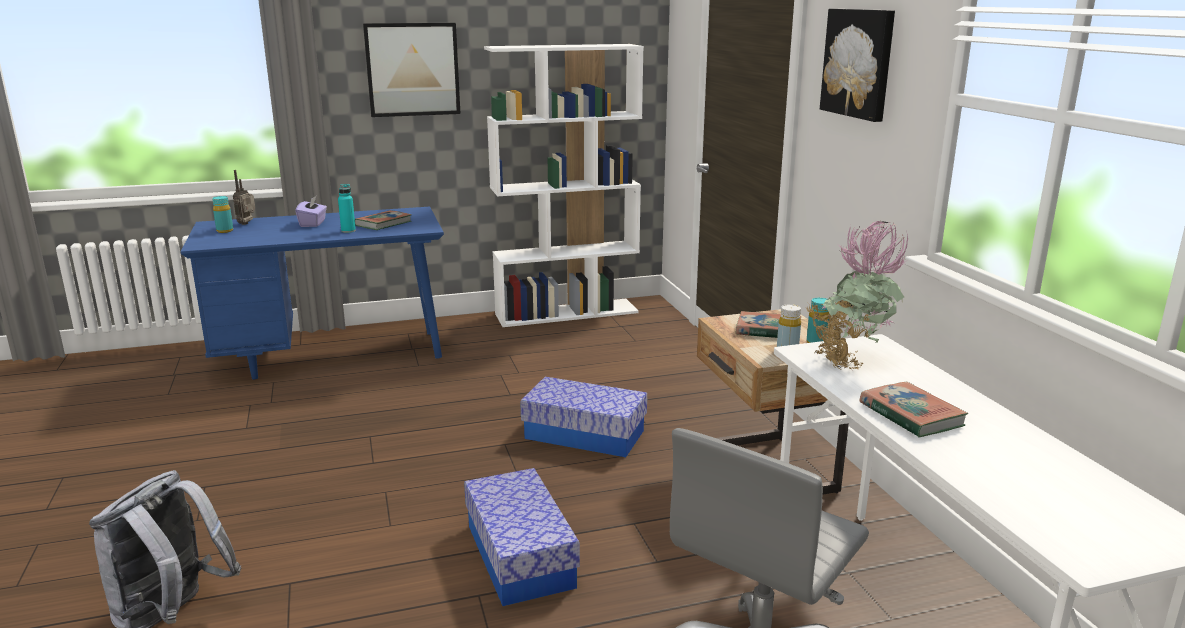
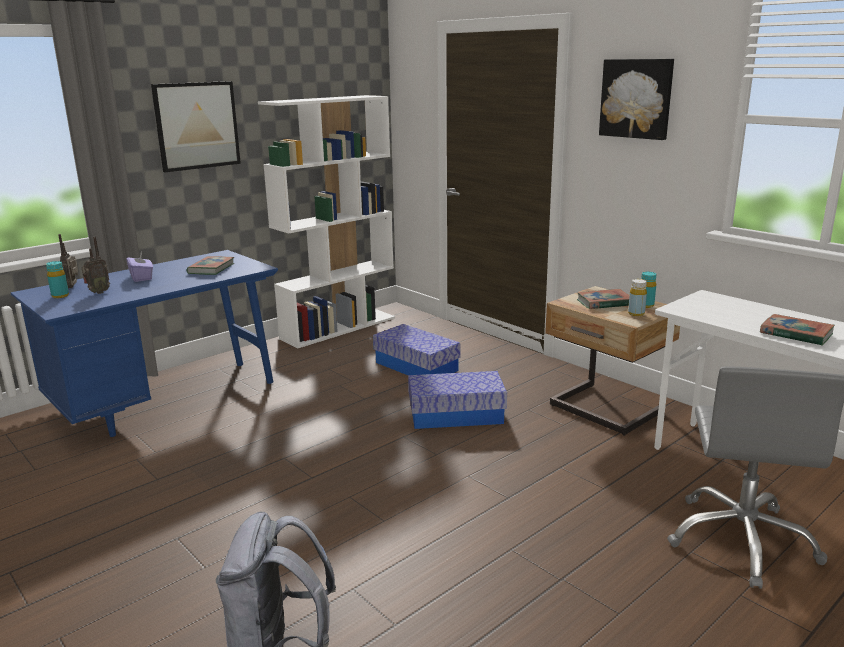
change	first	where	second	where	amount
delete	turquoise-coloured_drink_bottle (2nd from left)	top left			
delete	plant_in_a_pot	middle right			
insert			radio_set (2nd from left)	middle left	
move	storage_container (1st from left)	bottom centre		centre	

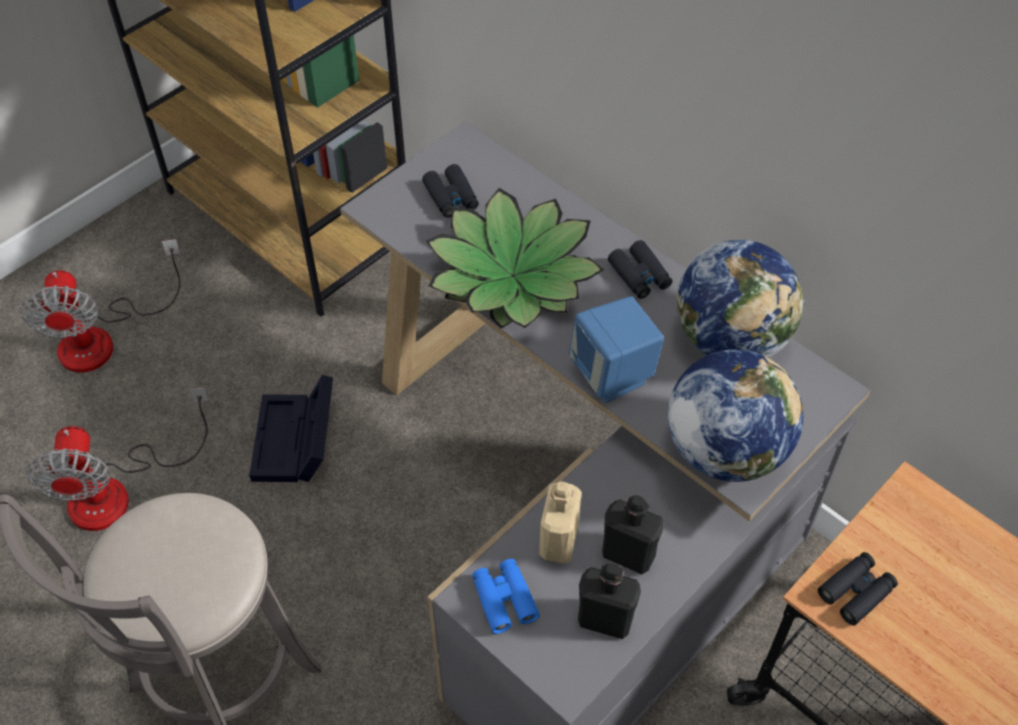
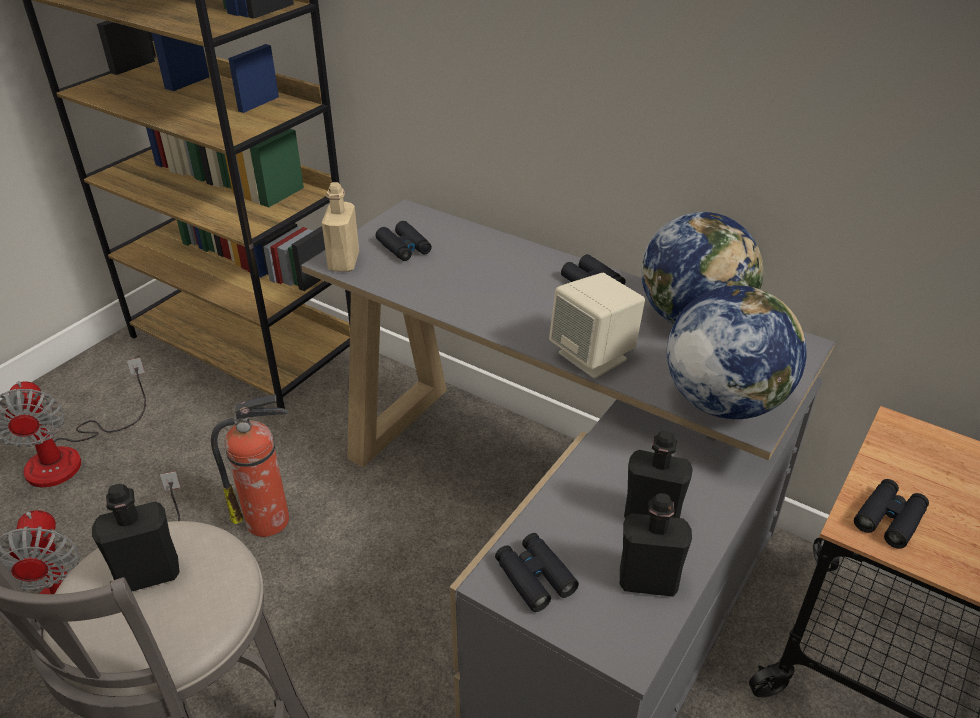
change	first	where	second	where	amount
delete	plant_in_a_pot	centre			
insert			black-coloured_drink_bottle (1st from left)	bottom left	
move	beige-coloured_drink_bottle	bottom centre		top centre	
replace	black-coloured_storage_container	middle left	fire_extinguisher	middle left	
recolor	blue_field_glasses	bottom centre	black-coloured_field_glasses (2nd from left)	bottom centre	
recolor	blue_speaker	centre	beige-coloured_speaker	centre	

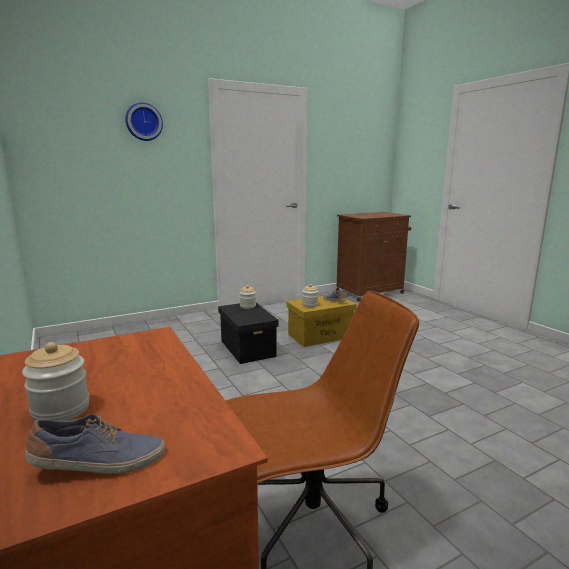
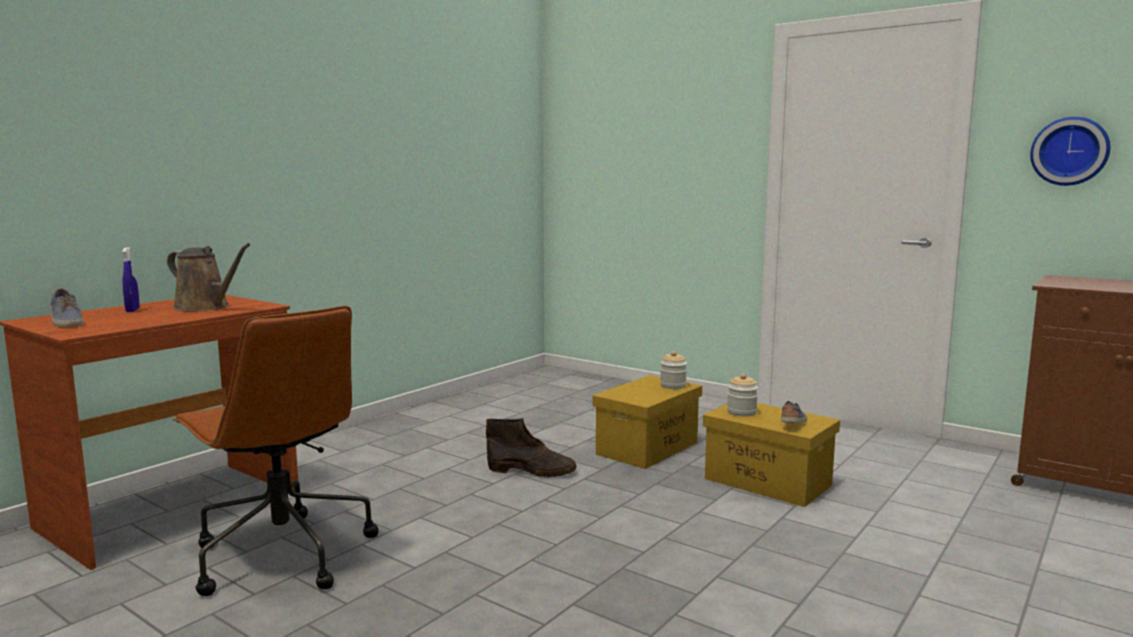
change	first	where	second	where	amount
insert			brownish_sprinkling_can	middle left	
insert			brownish_boot	bottom centre	
move	clock_on_the_wall	top left		top right	
replace	jar (1st from left)	bottom left	blue_sprayer	middle left	
recolor	black-coloured_storage_container	centre	yellow-coloured_storage_container (1st from left)	centre	

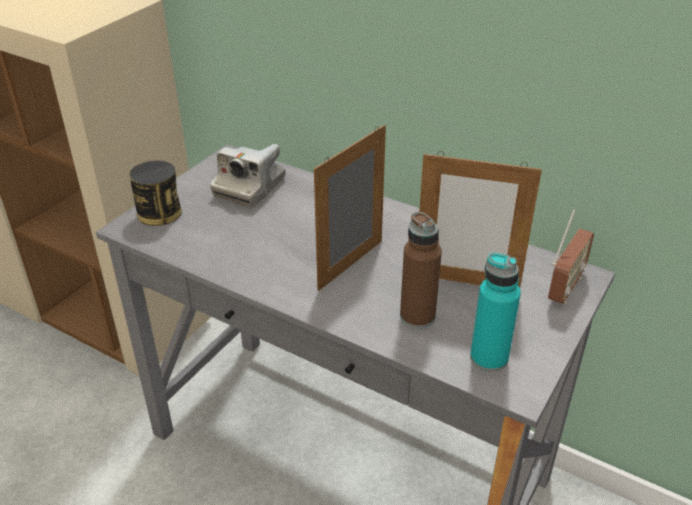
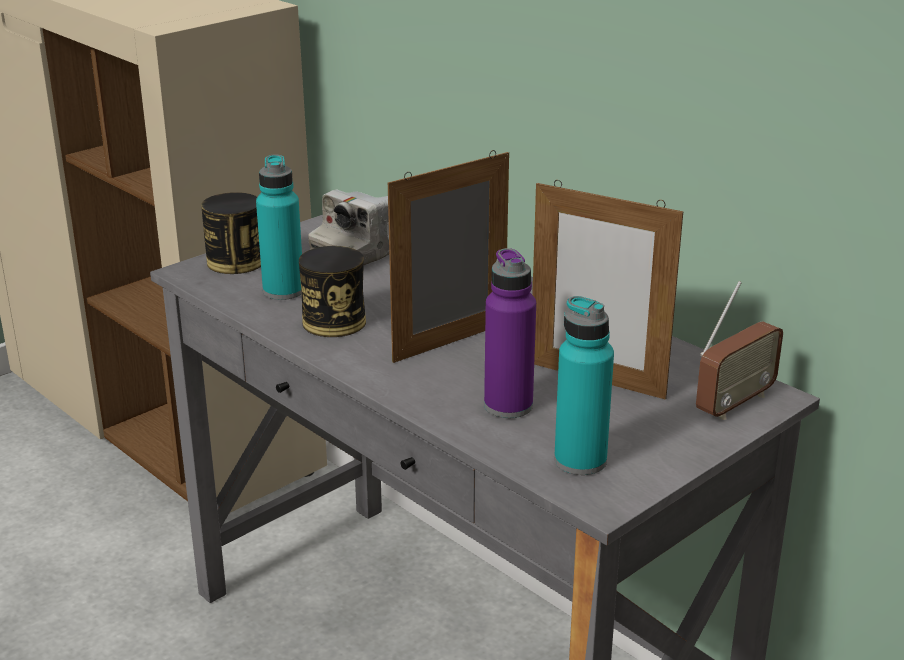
change	first	where	second	where	amount
insert			turquoise-coloured_drink_bottle (1st from left)	middle left	
insert			can (2nd from left)	centre	
recolor	brownish_drink_bottle	centre	purple_drink_bottle	centre	

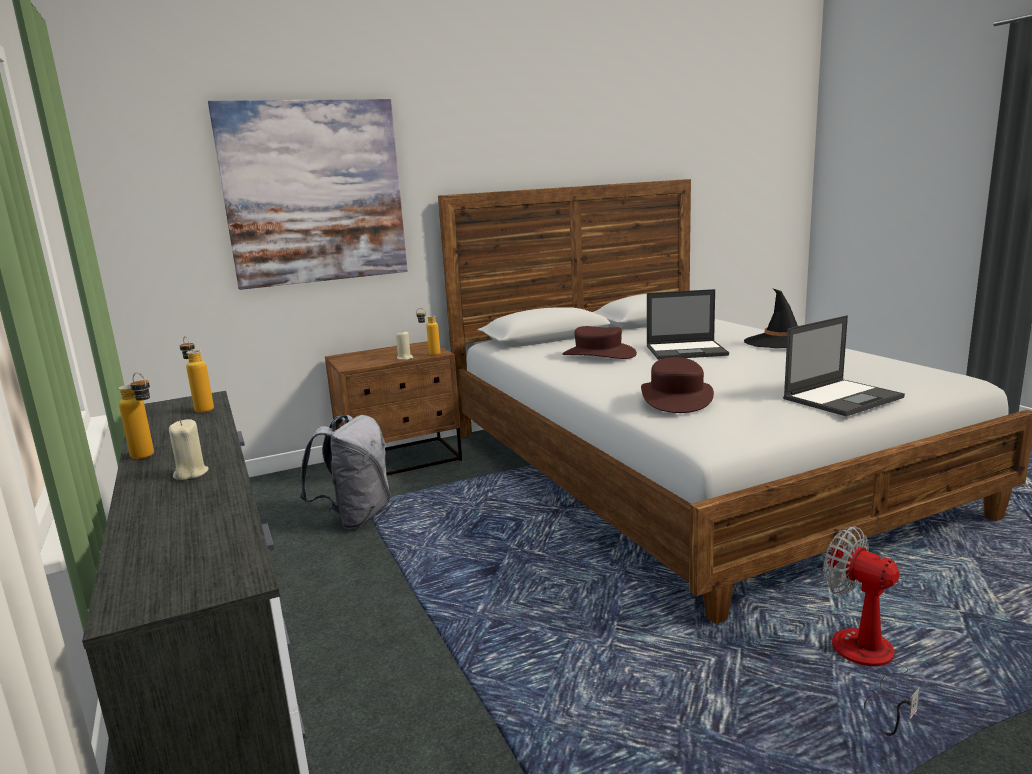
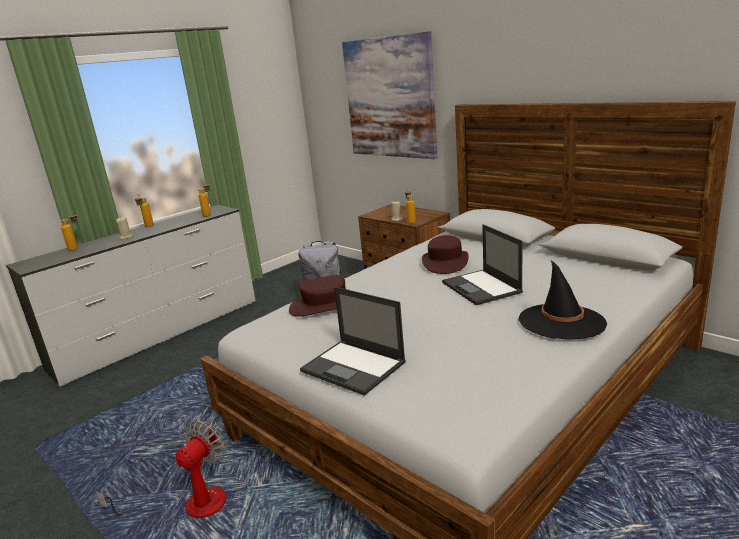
change	first	where	second	where	amount
insert			drink_bottle (1st from left)	middle left	

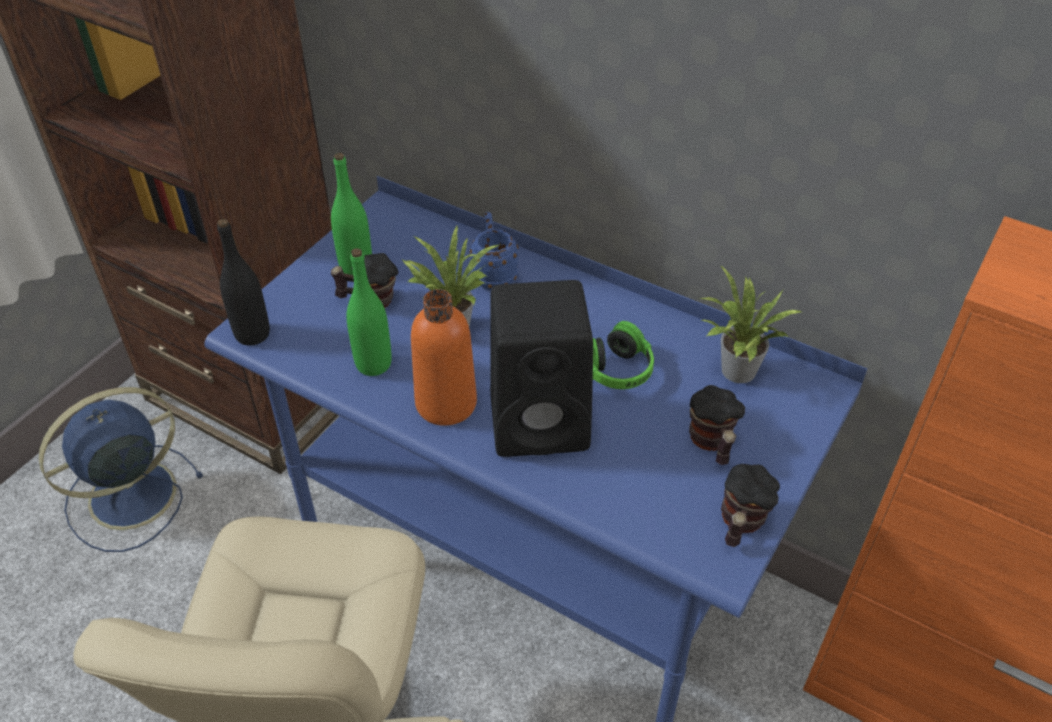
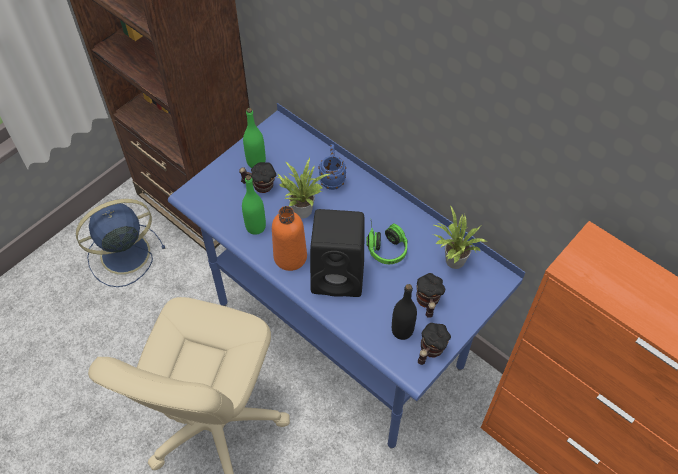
change	first	where	second	where	amount
move	black-coloured_drink_bottle	middle left		centre	

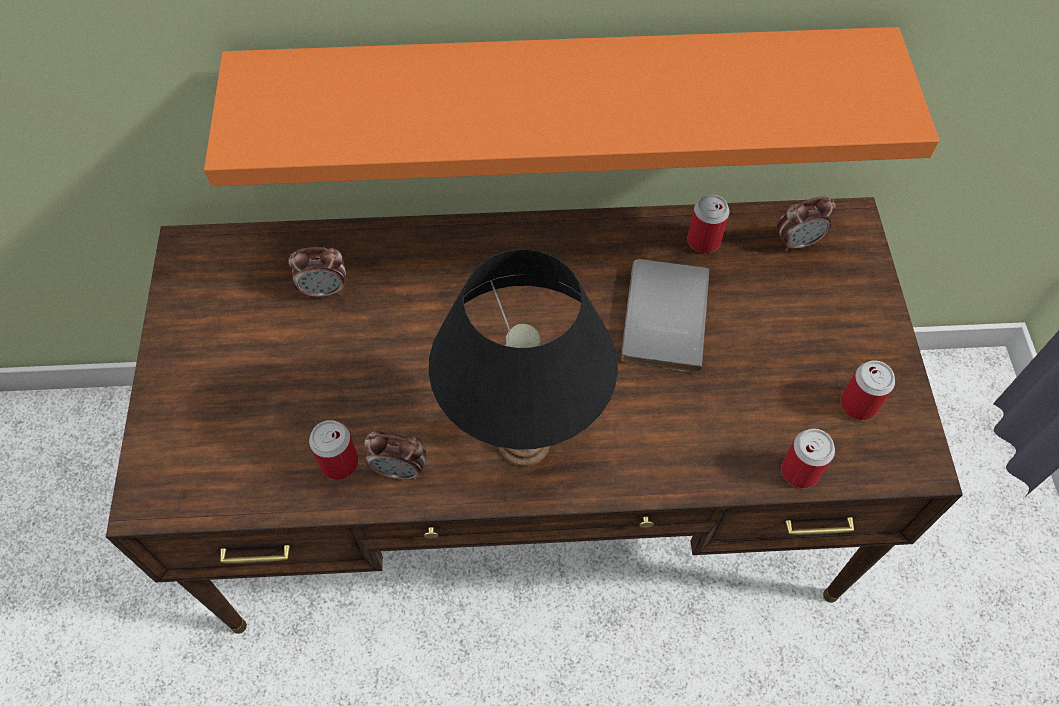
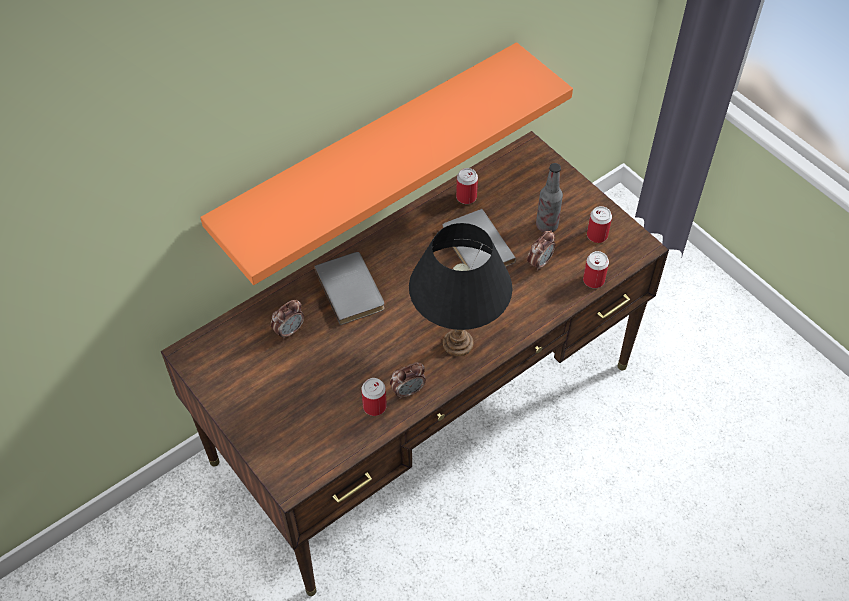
change	first	where	second	where	amount
insert			greyish_book (1st from left)	centre	
insert			drink_bottle	top centre	
move	table_clock (3rd from left)	top right		centre	

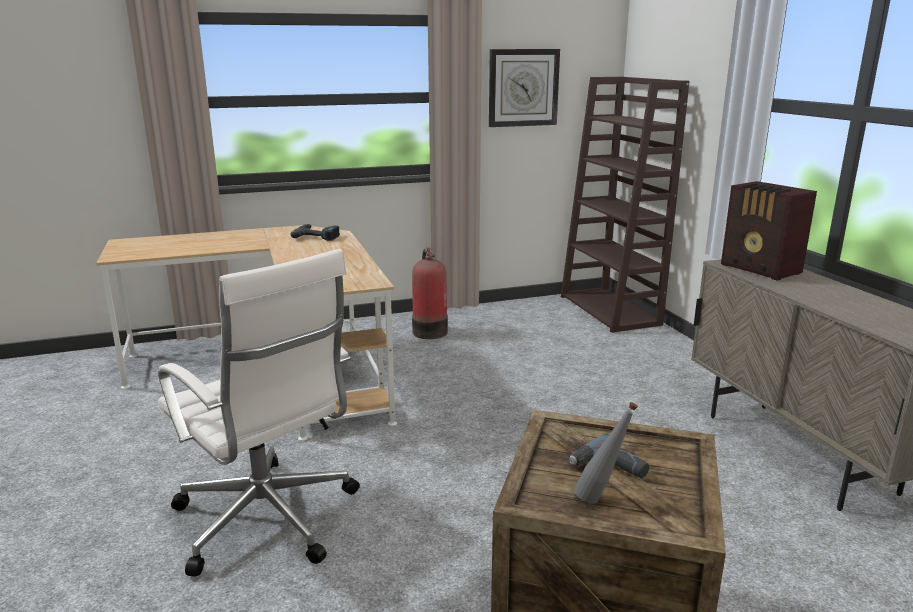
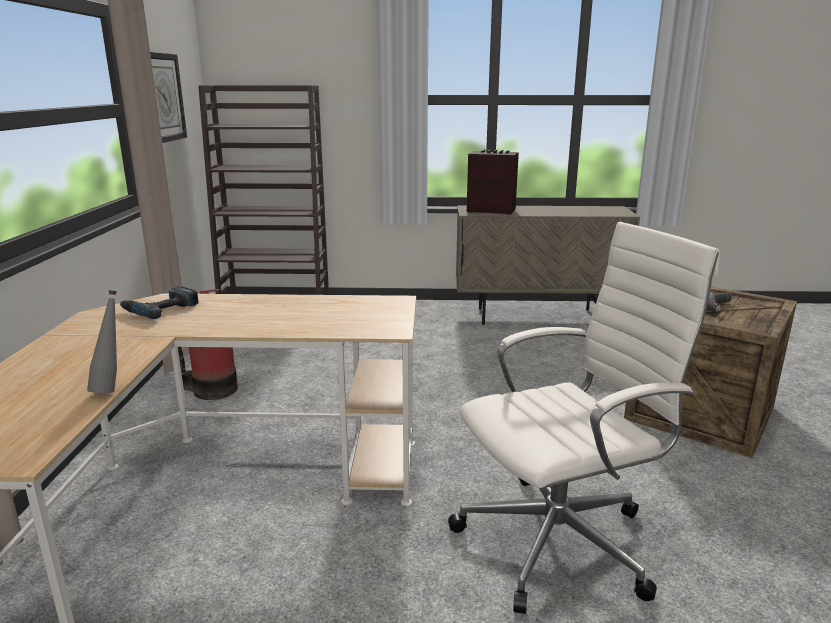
change	first	where	second	where	amount
move	greyish_drink_bottle	bottom centre		middle left	
rotate	radio_set	middle right		top centre	150 degrees counterclockwise

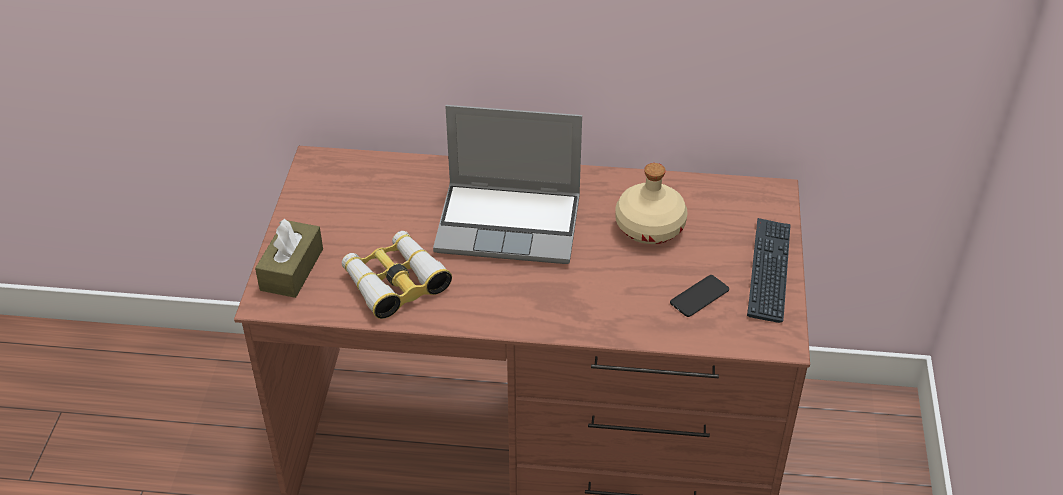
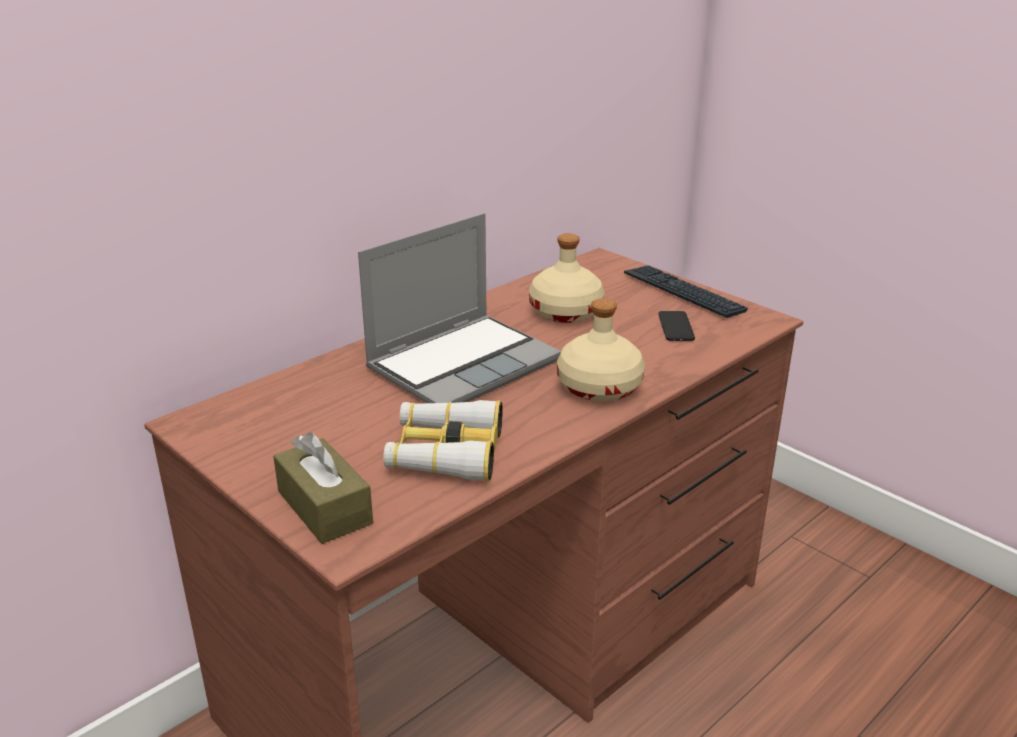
change	first	where	second	where	amount
insert			beige-coloured_drink_bottle (2nd from left)	centre	

